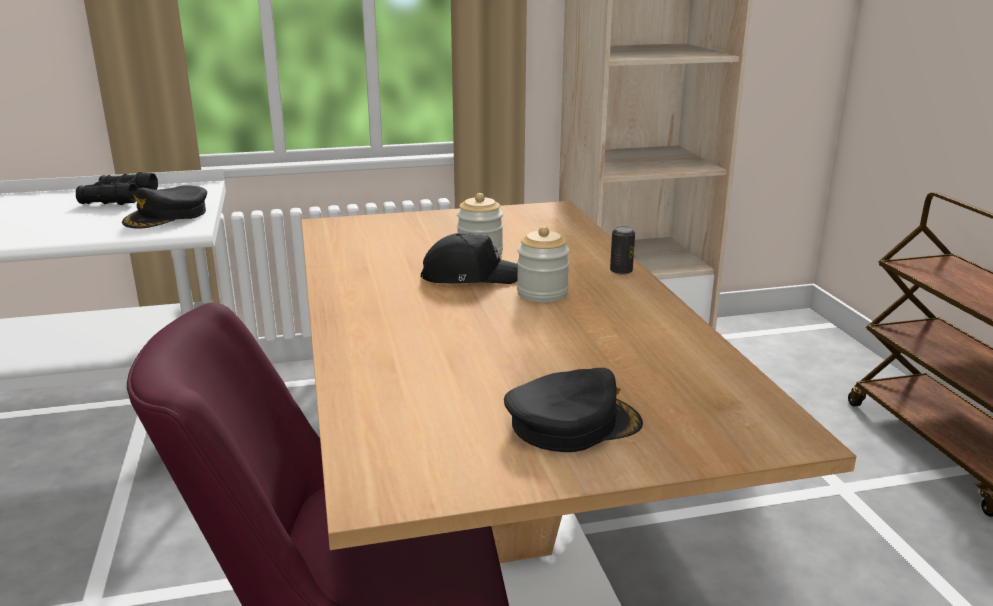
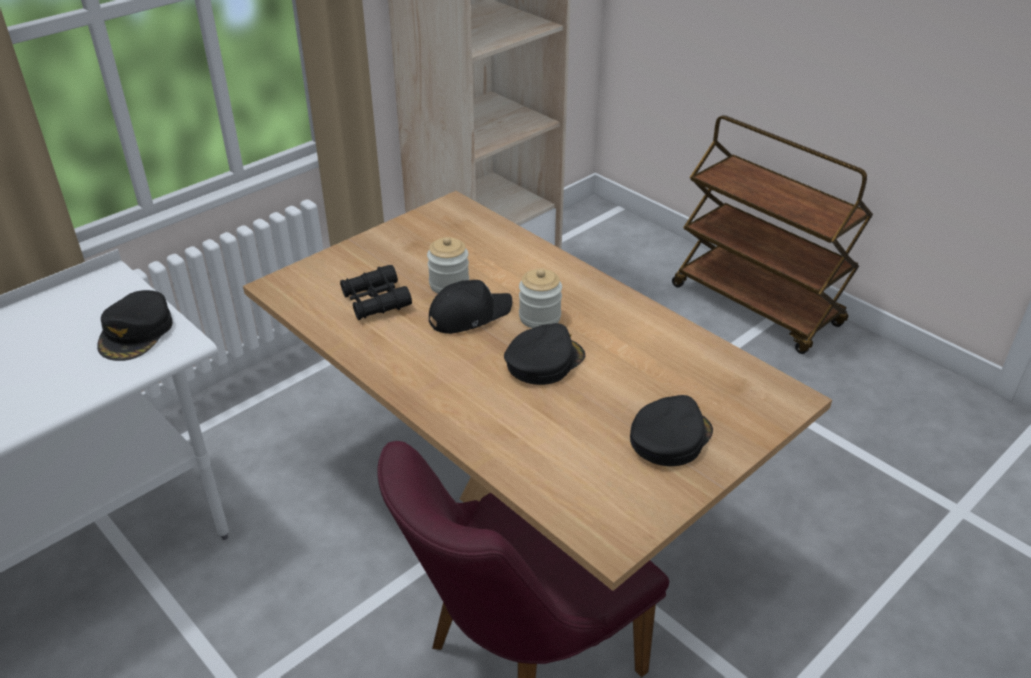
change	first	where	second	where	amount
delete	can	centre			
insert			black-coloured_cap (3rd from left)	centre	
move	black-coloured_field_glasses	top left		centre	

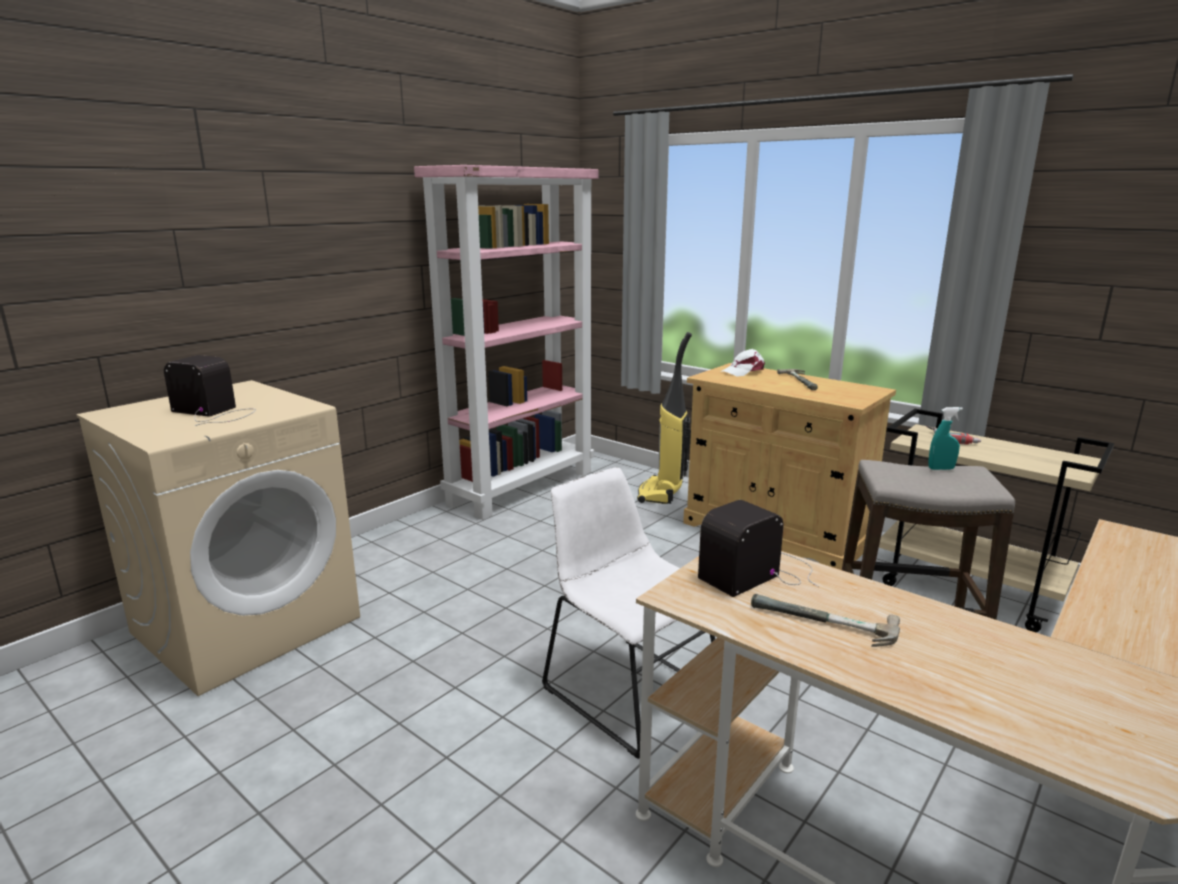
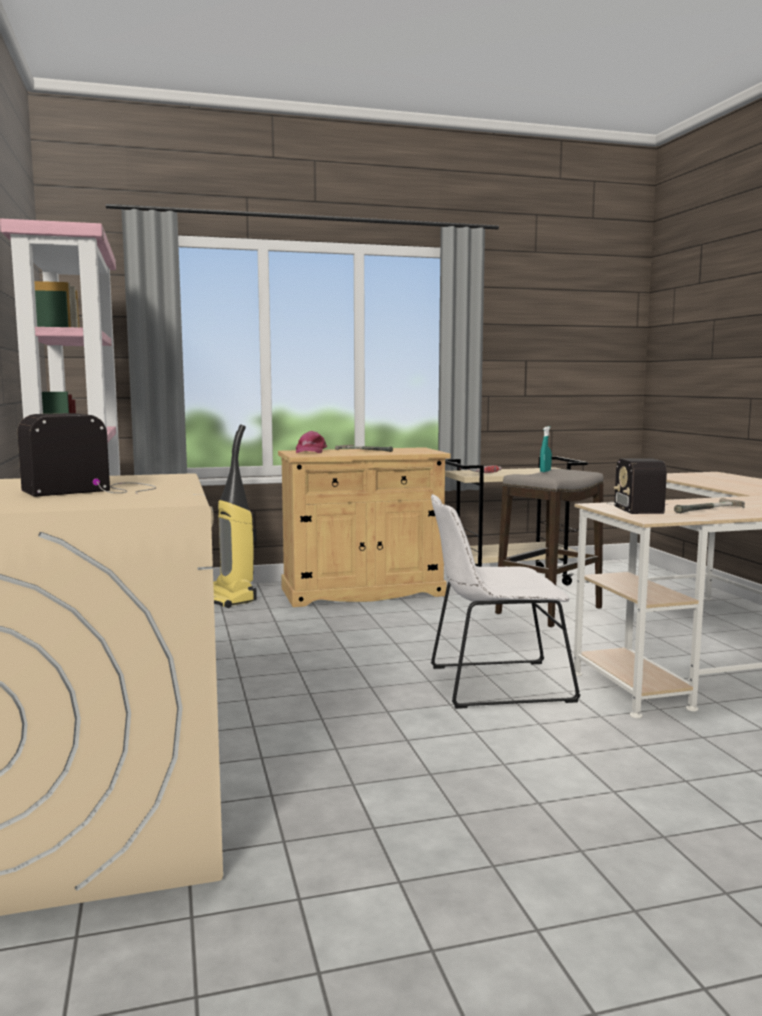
change	first	where	second	where	amount
recolor	whitish_cap	centre	pinkish_cap	centre	

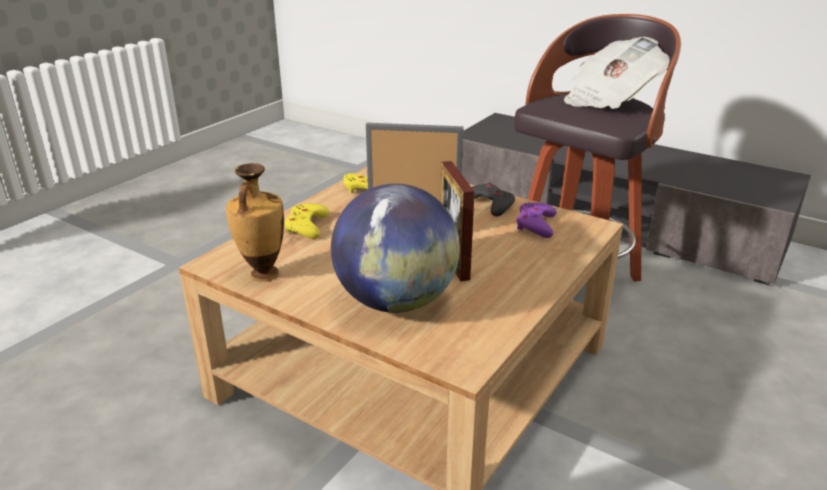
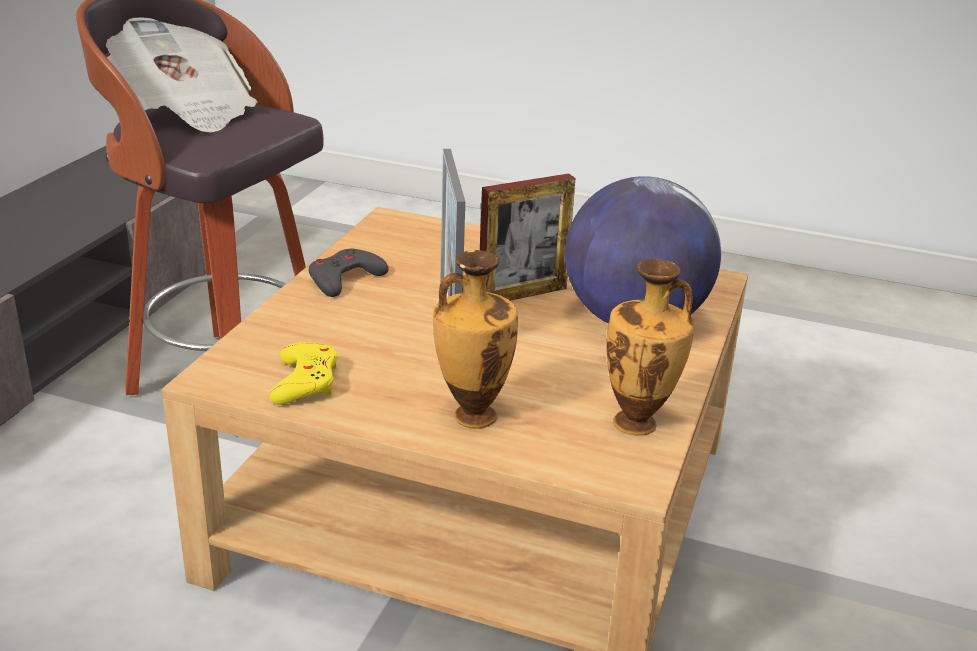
change	first	where	second	where	amount
delete	purple_joypad	centre			
replace	yellow-coloured_joypad (1st from left)	centre	vase (1st from left)	centre	

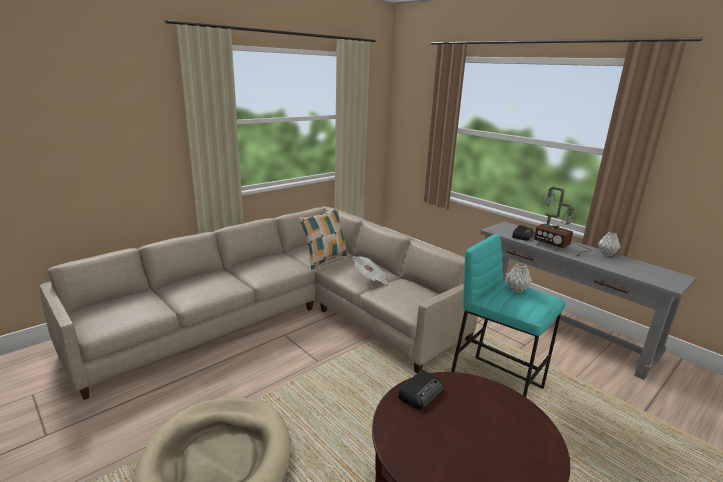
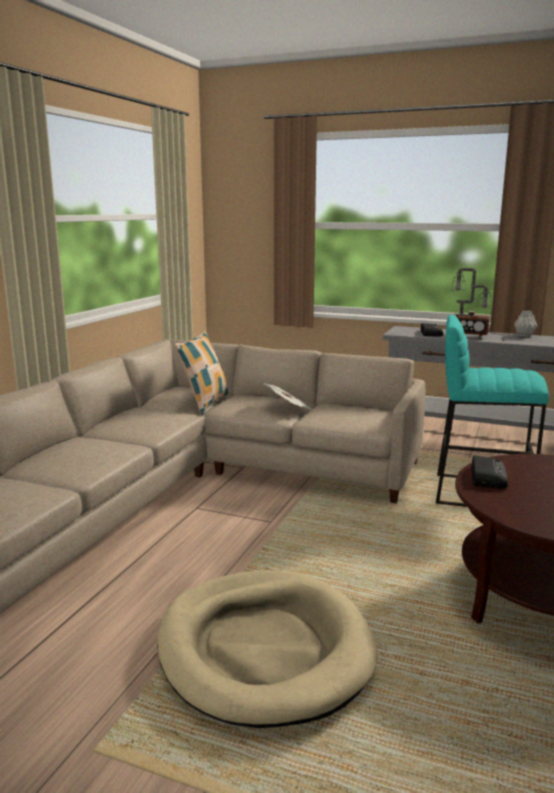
change	first	where	second	where	amount
delete	greyish_vase (1st from left)	middle right			

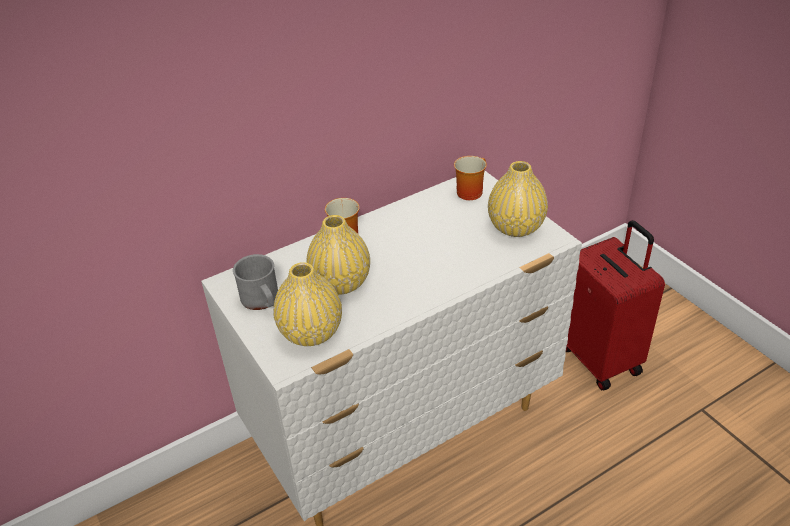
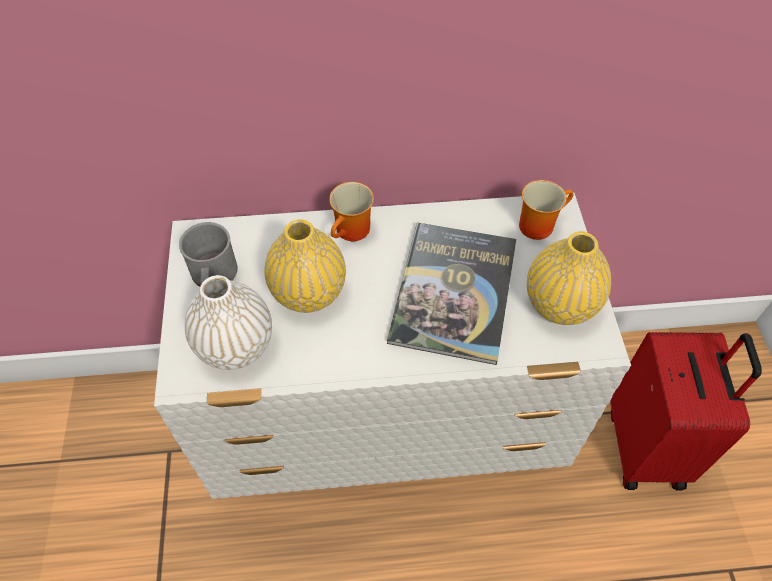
change	first	where	second	where	amount
insert			book	centre	
recolor	yellow-coloured_vase (1st from left)	centre	whitish_vase	middle left	

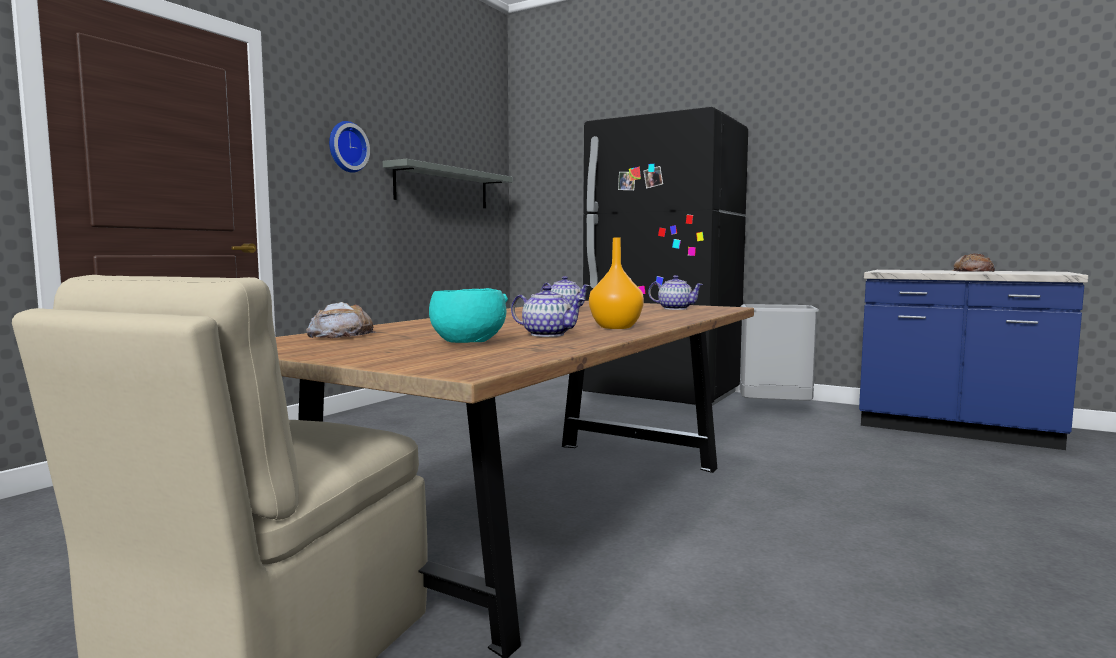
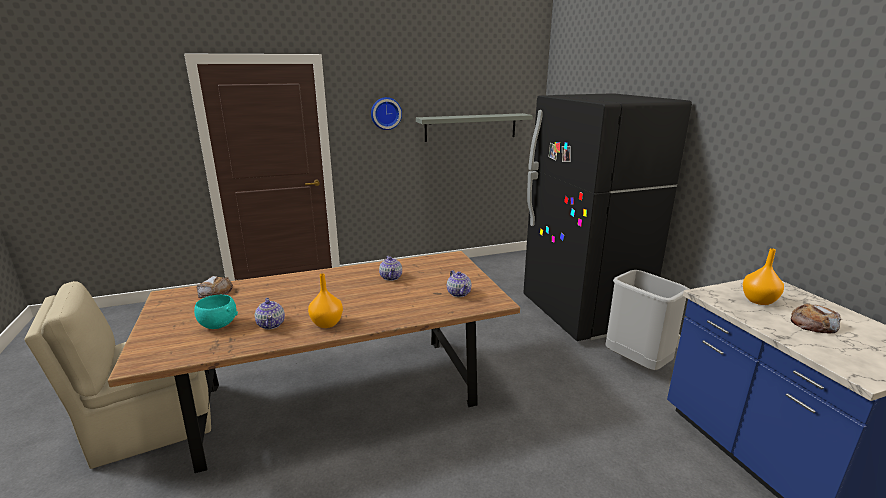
change	first	where	second	where	amount
insert			orangey_vase (2nd from left)	middle right	

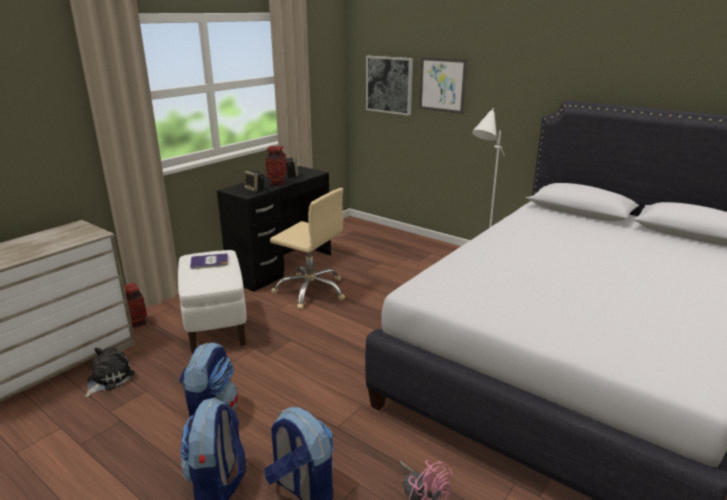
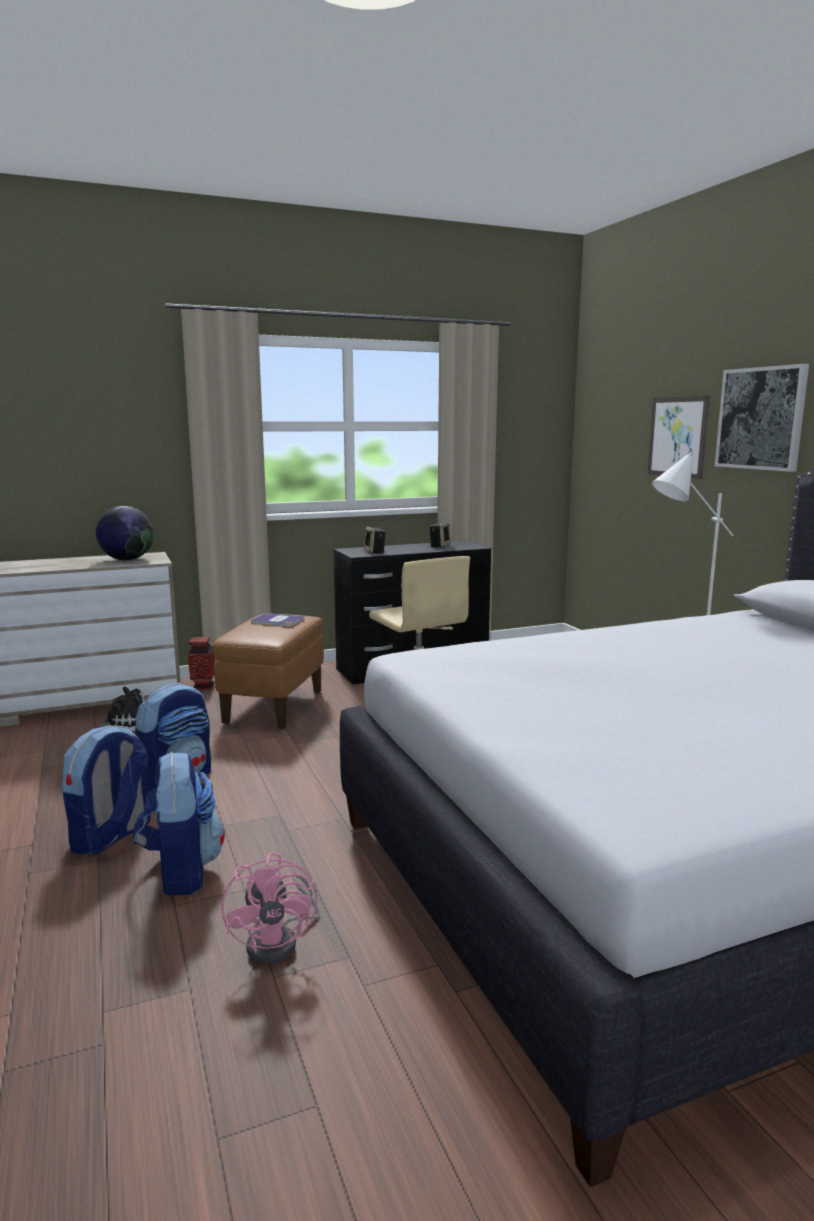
change	first	where	second	where	amount
delete	vase (2nd from left)	top centre			
insert			globe	middle left	
move	picture (1st from left in the first image)	top centre	picture (2nd from left)	middle right	
recolor	whitish_pouffe	middle left	brownish_pouffe	middle left	

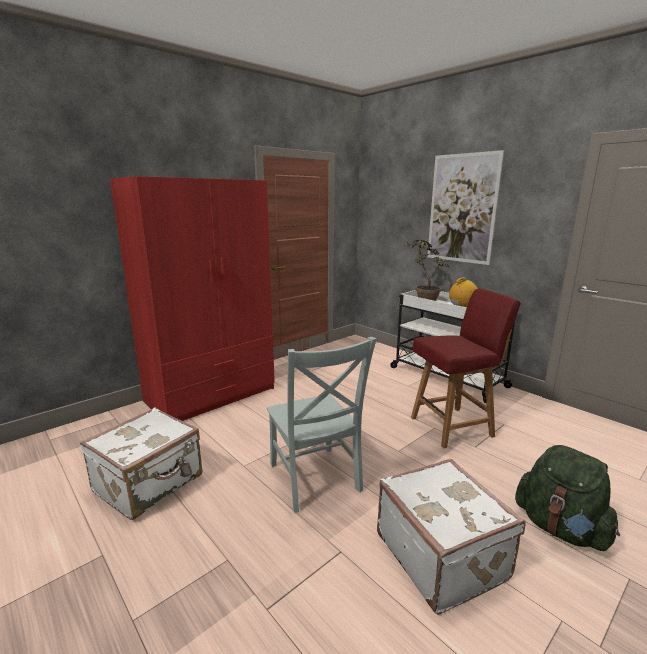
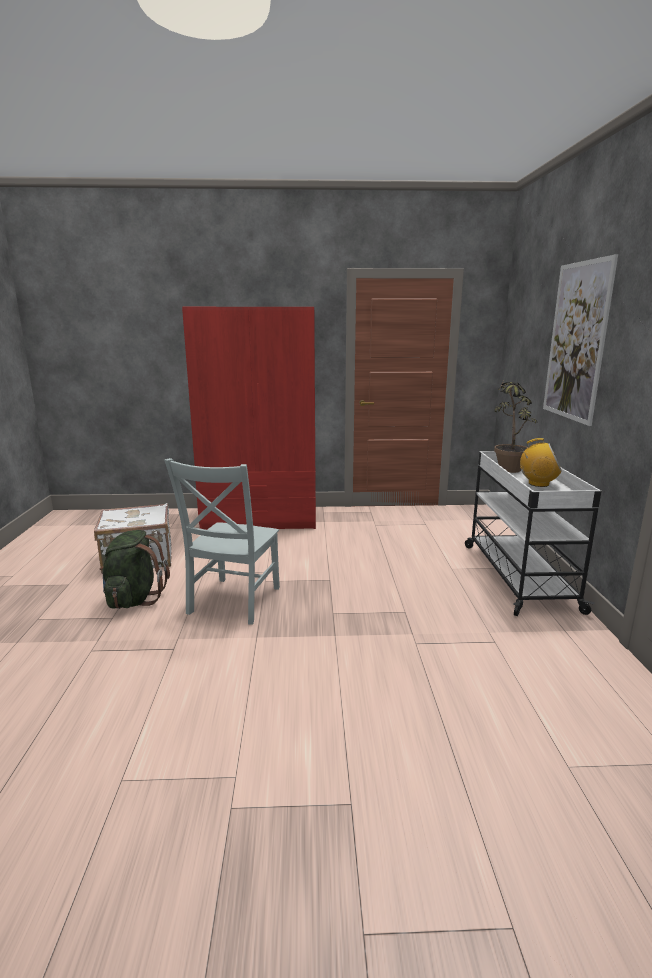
change	first	where	second	where	amount
delete	whitish_suitcase (2nd from left)	bottom right			
delete	reddish_chair	middle right			
move	green_backpack	bottom right		middle left	

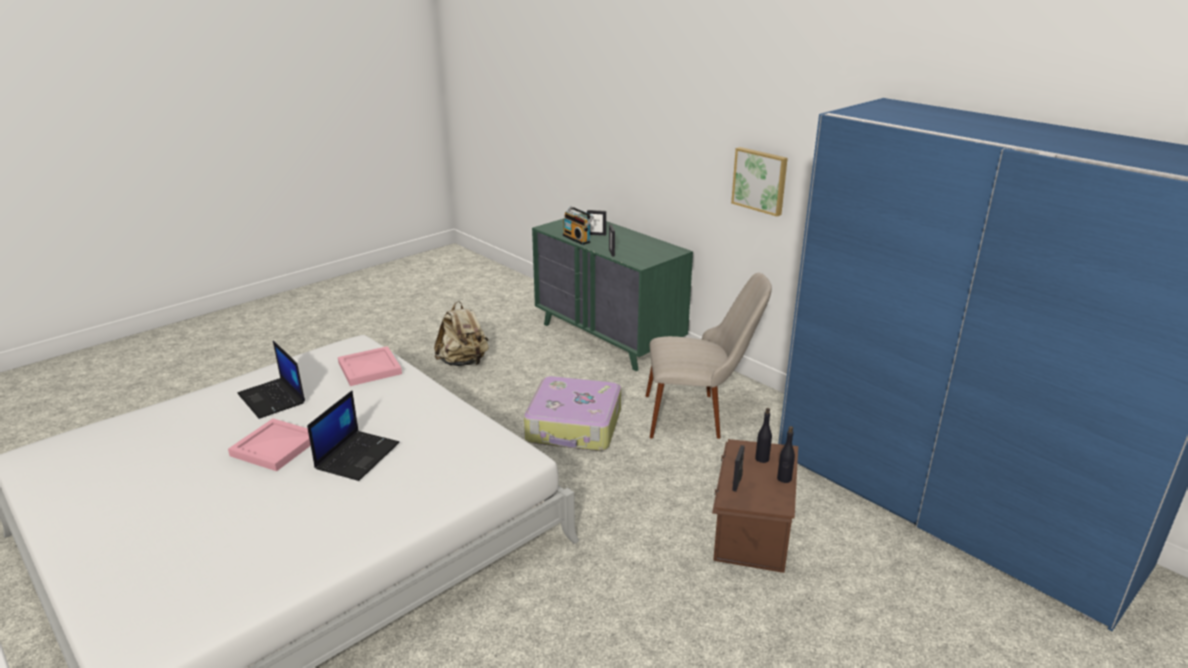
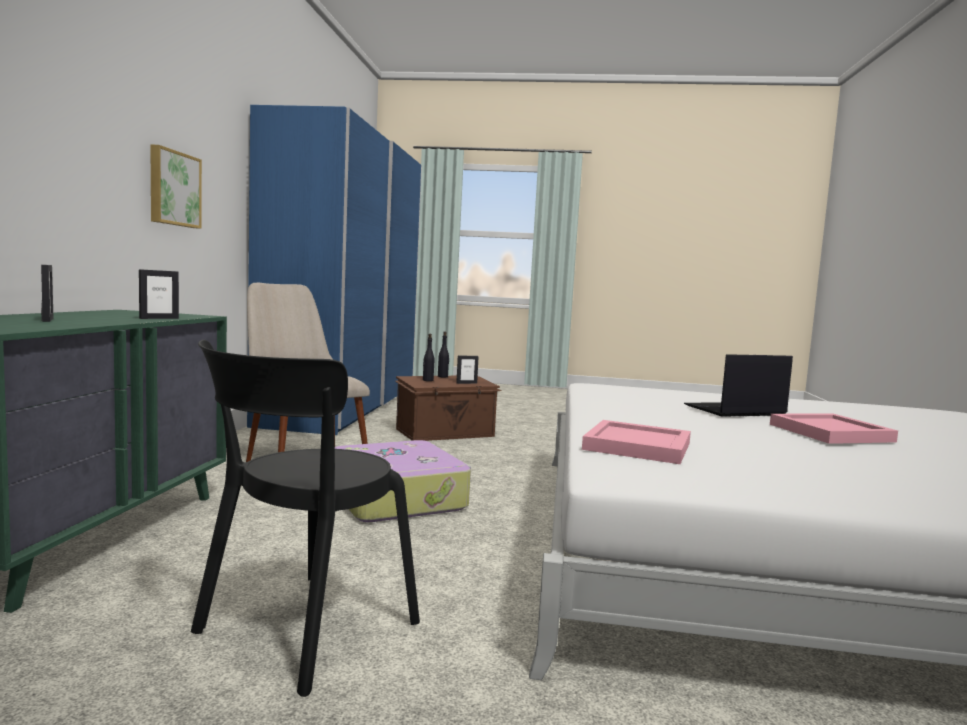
change	first	where	second	where	amount
delete	laptop (1st from left)	middle left			
delete	radio_set	centre			
replace	beige-coloured_backpack	centre	black-coloured_chair	bottom left	

